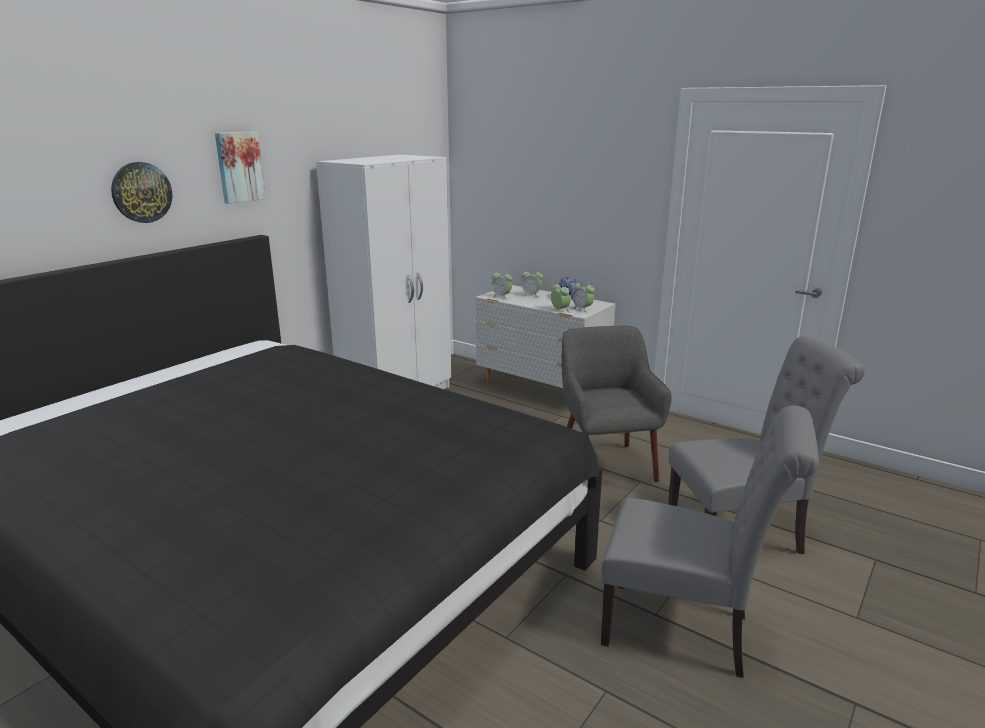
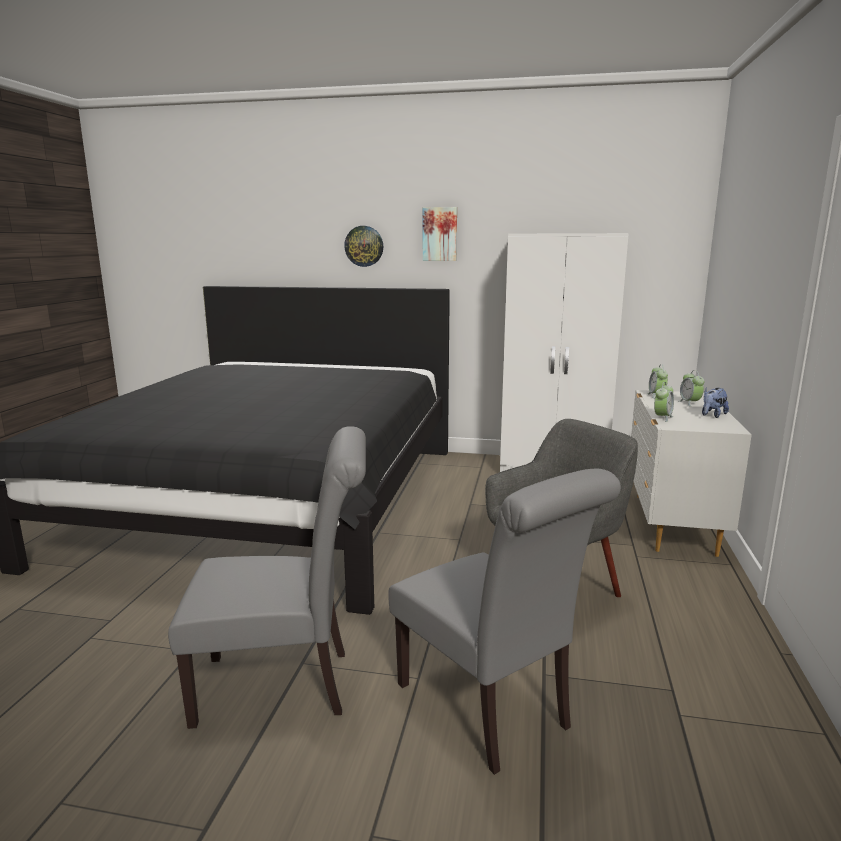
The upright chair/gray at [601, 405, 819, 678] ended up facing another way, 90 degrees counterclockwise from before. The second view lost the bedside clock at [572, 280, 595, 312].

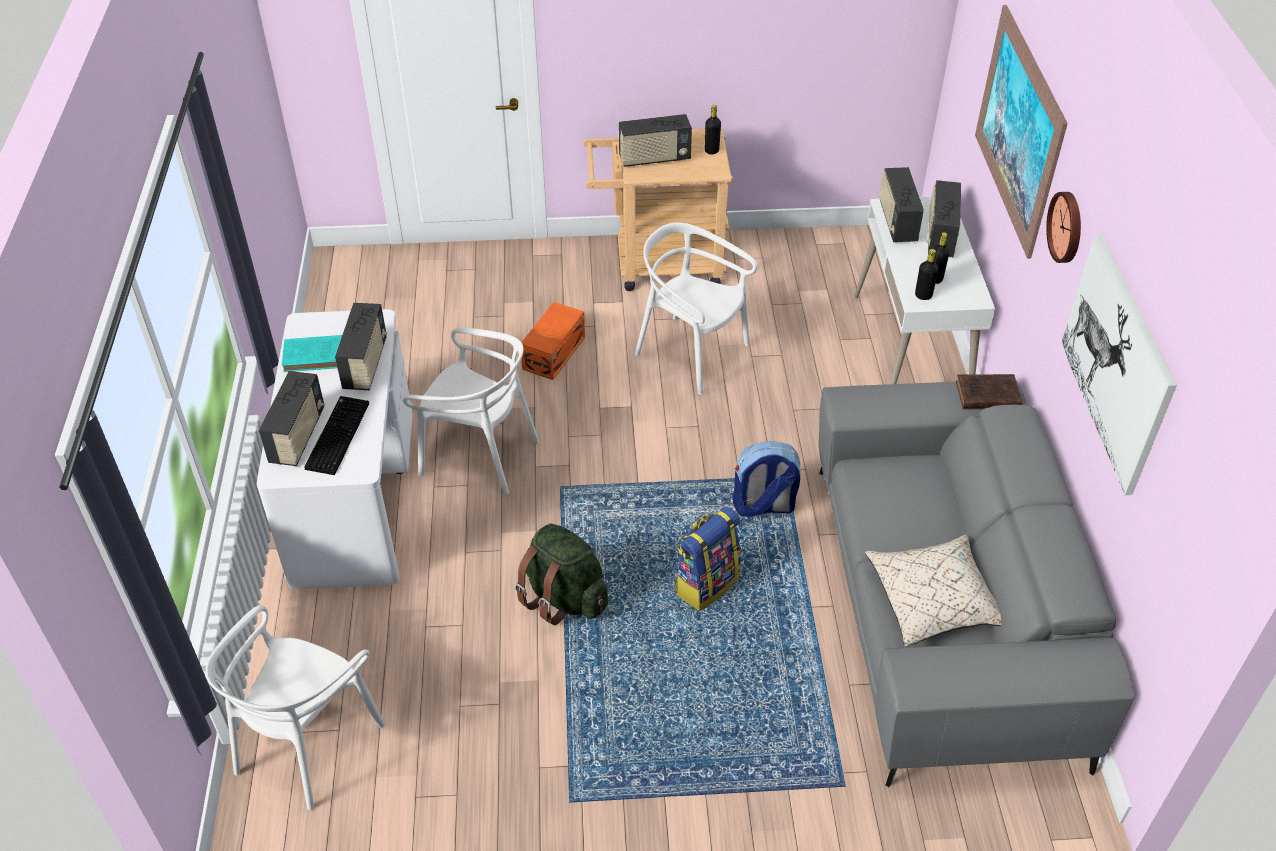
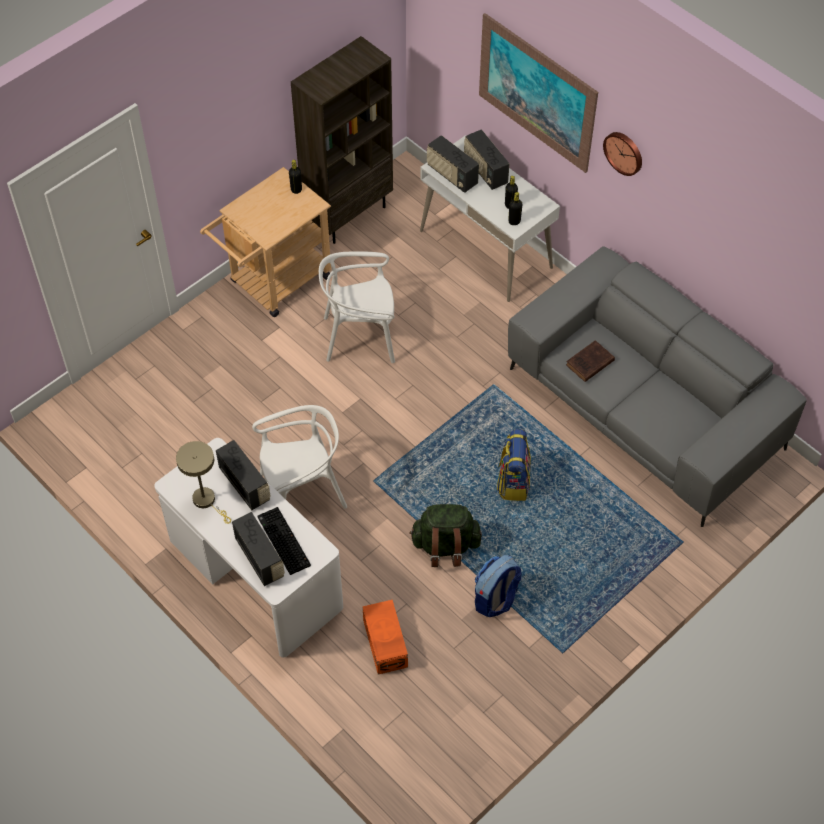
Where the book/turquoise-coloured stood at [282, 335, 342, 372], the lamp for a table/beige-coloured came to stand at [176, 441, 231, 524]. The second view gained the bookcase/brown-coloured at [291, 36, 393, 244]. The storage box/orange-coloured ended up elsewhere, having gone from [521, 302, 585, 380] to [363, 600, 408, 675]. The backpack ended up elsewhere, having gone from [733, 441, 801, 517] to [475, 555, 522, 617]. The book/brown-coloured ended up elsewhere, having gone from [956, 374, 1022, 409] to [566, 340, 615, 382]. The second view lost the upright chair/white at [206, 605, 385, 810]. The second view lost the radio at [619, 114, 692, 167]. The second view lost the cushion/beige-coloured at [865, 535, 1001, 647]. The second view lost the wall art at [1061, 234, 1177, 495].

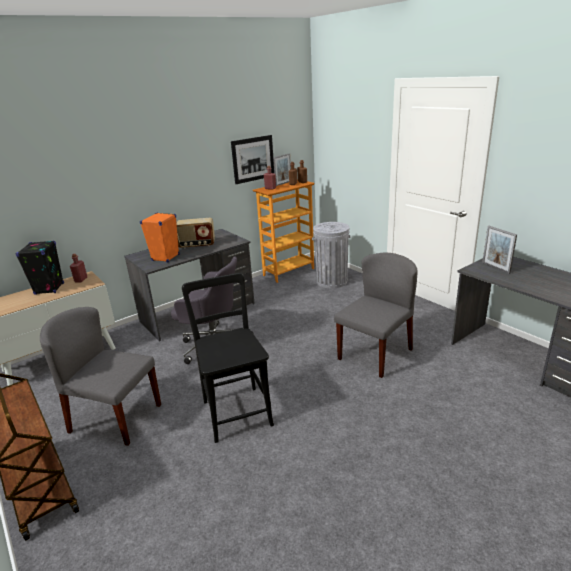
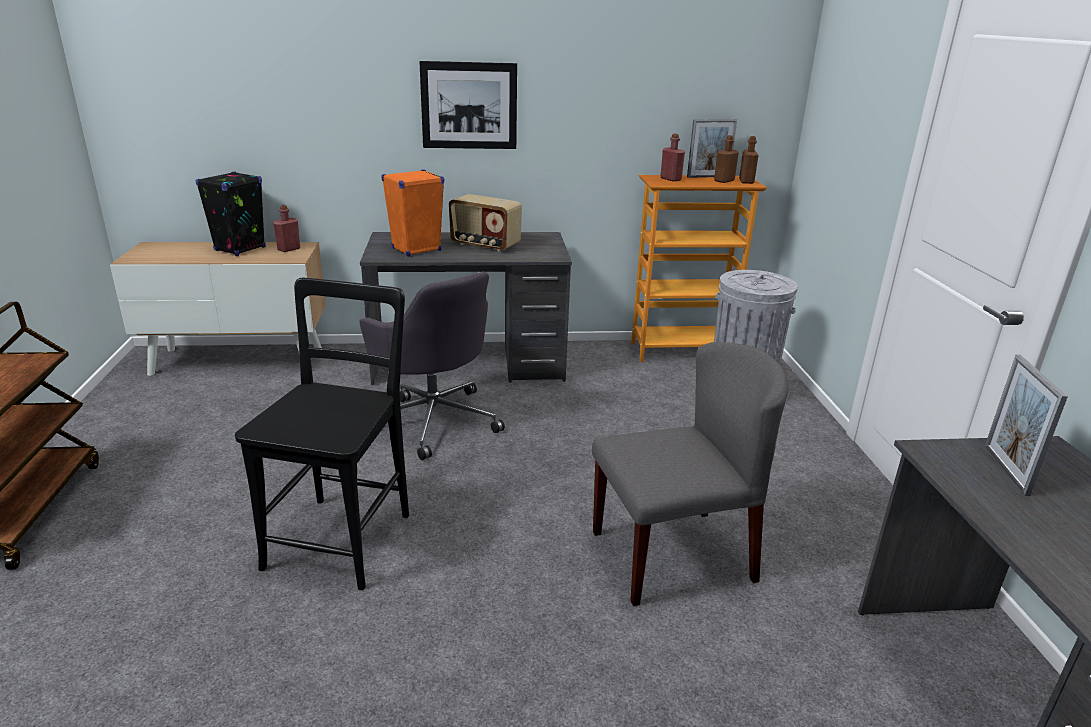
The wall art ended up elsewhere, having gone from [231, 135, 274, 184] to [419, 61, 517, 149]. The second view lost the upright chair/gray at [40, 307, 161, 446].

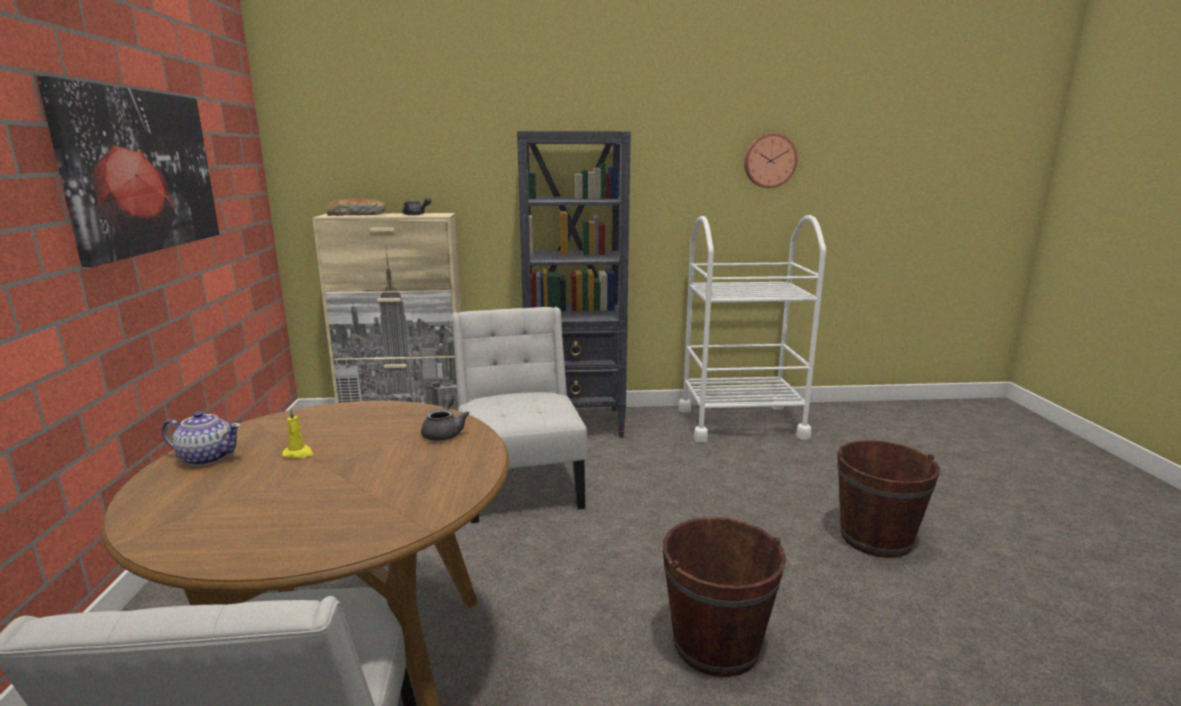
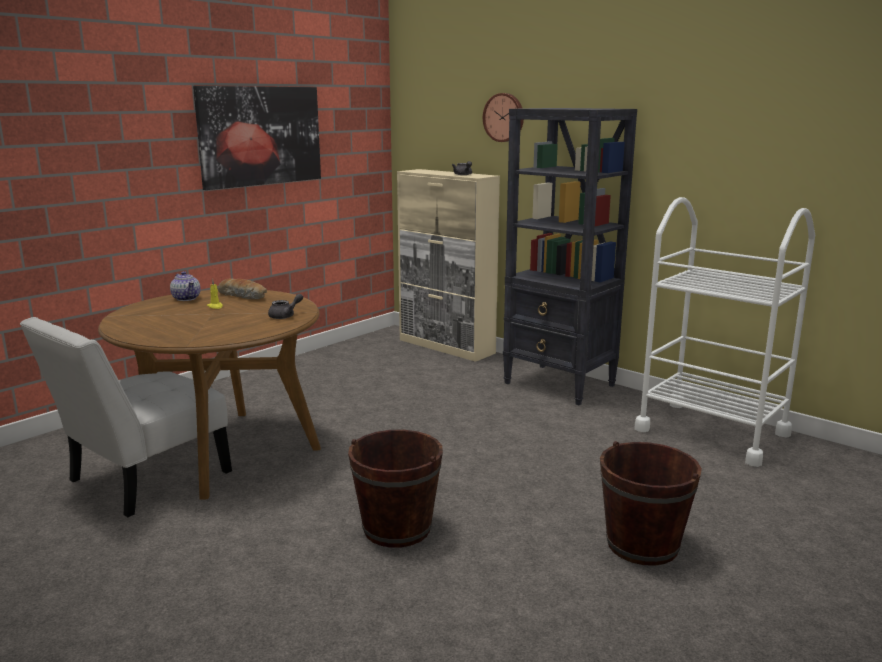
The baked bread ended up elsewhere, having gone from [327, 198, 386, 216] to [218, 278, 267, 300]. The hanging clock ended up elsewhere, having gone from [744, 133, 798, 188] to [483, 93, 524, 142]. The second view lost the upright chair/white at [452, 307, 587, 523].

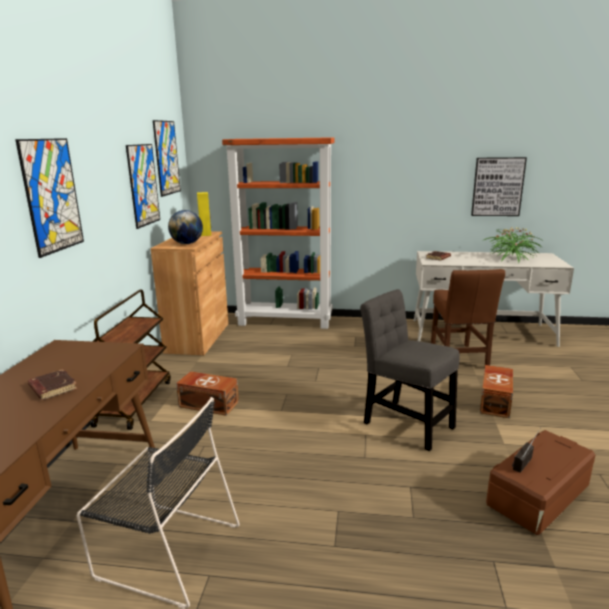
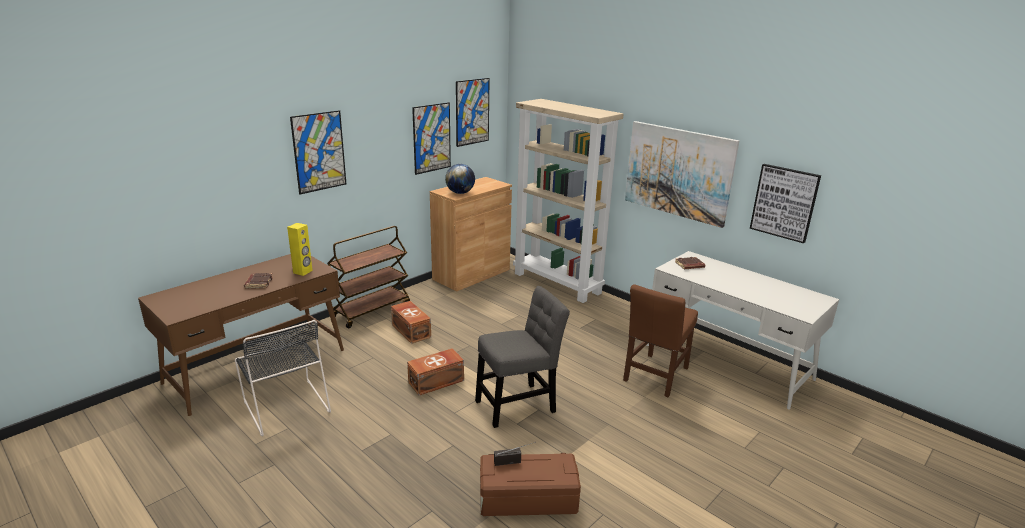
The loudspeaker/yellowish ended up elsewhere, having gone from [197, 192, 211, 236] to [287, 223, 313, 276]. The storage box/brown-coloured ended up elsewhere, having gone from [480, 365, 513, 418] to [407, 348, 464, 395]. The upright chair/gray at [360, 289, 460, 451] ended up facing another way, 75 degrees clockwise from before. What was the bookcase/orange-coloured at [222, 137, 334, 329] turned into the bookcase/beige-coloured at [513, 99, 624, 303]. The second view gained the wall art at [625, 121, 739, 228]. The second view lost the houseplant at [482, 227, 543, 263].

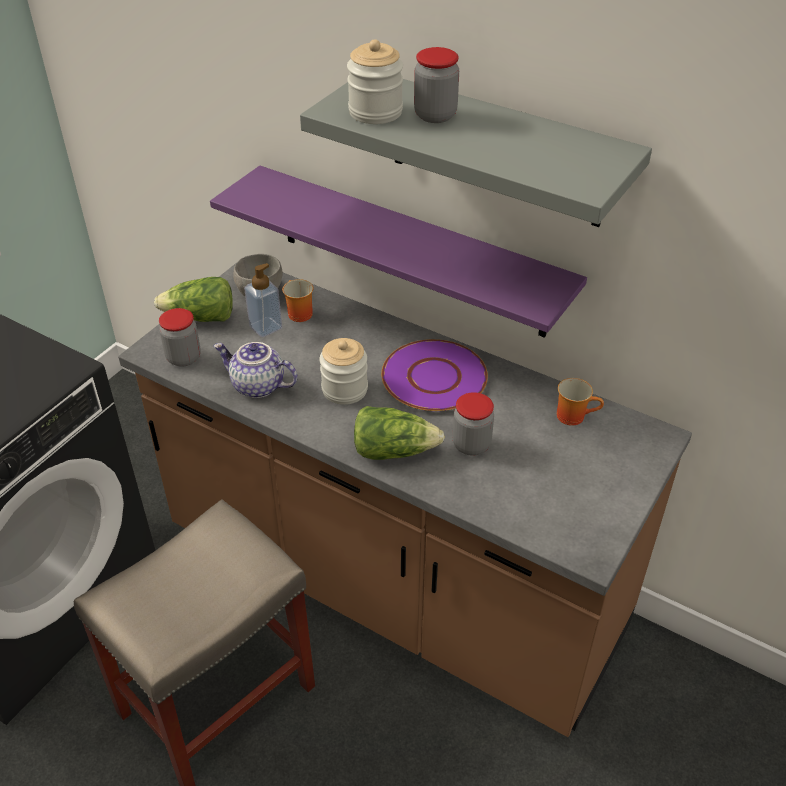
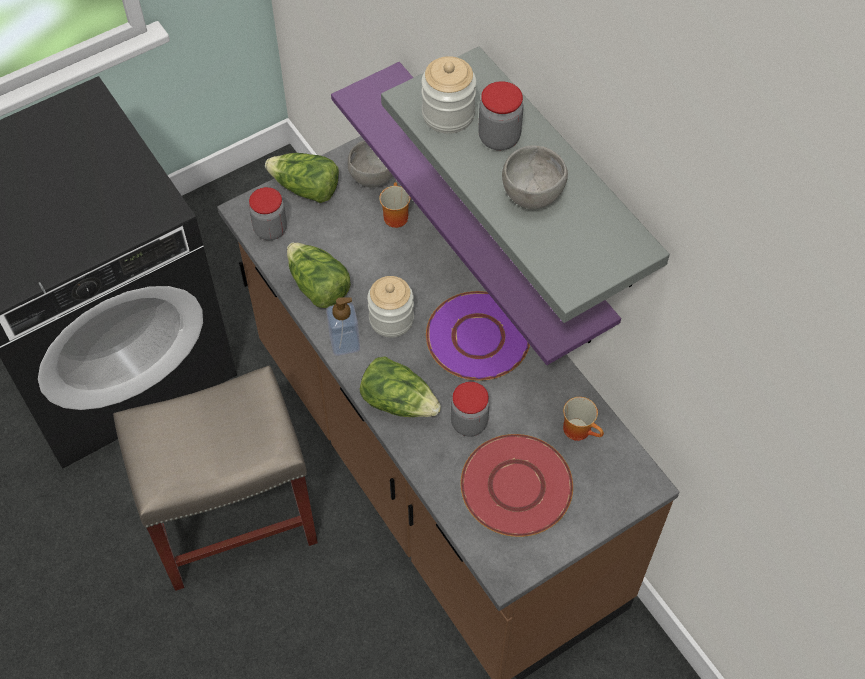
Where the teapot stood at [214, 342, 298, 398], the lettuce came to stand at [287, 242, 351, 308]. The soap dispenser ended up elsewhere, having gone from [244, 263, 282, 337] to [326, 297, 360, 356]. The second view gained the flat dish/red-coloured at [460, 434, 573, 537]. The second view gained the bowl/gray at [502, 146, 568, 209].

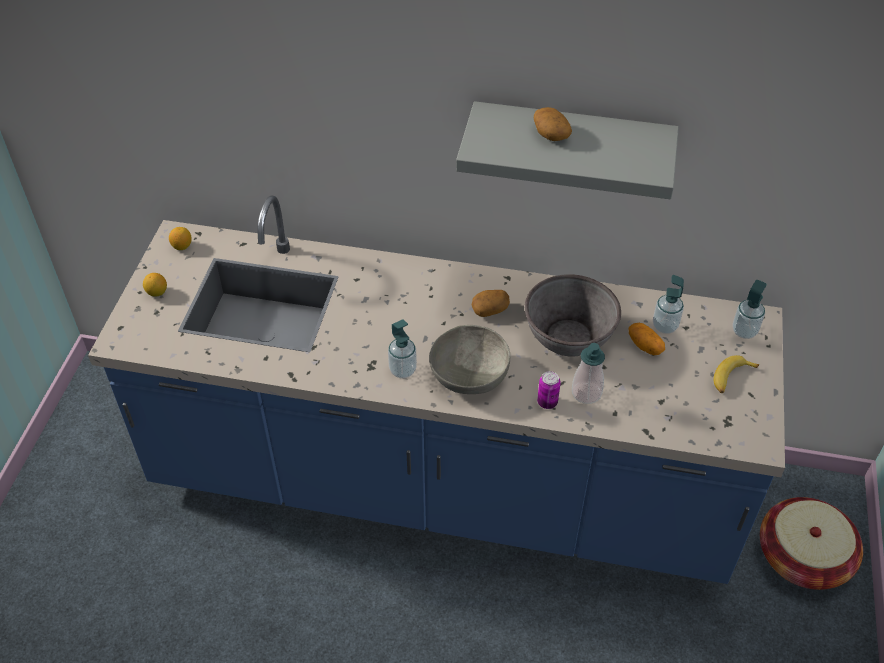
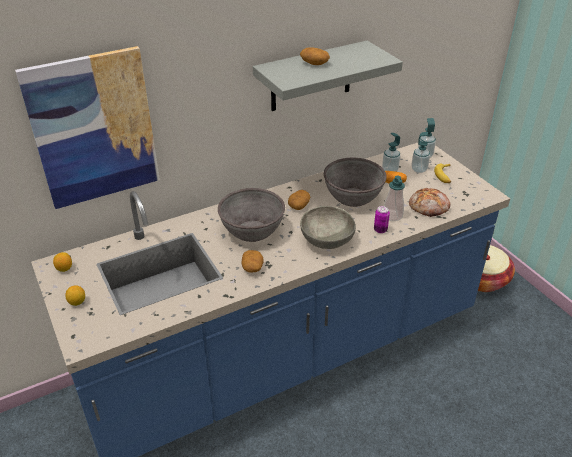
The second view gained the wall art at [15, 46, 160, 209]. The second view gained the bowl/gray at [218, 188, 285, 242]. The second view gained the whole potato at [242, 250, 264, 273]. The second view gained the baked bread at [409, 188, 451, 217]. The soap dispenser ended up elsewhere, having gone from [388, 319, 417, 378] to [411, 132, 430, 173].

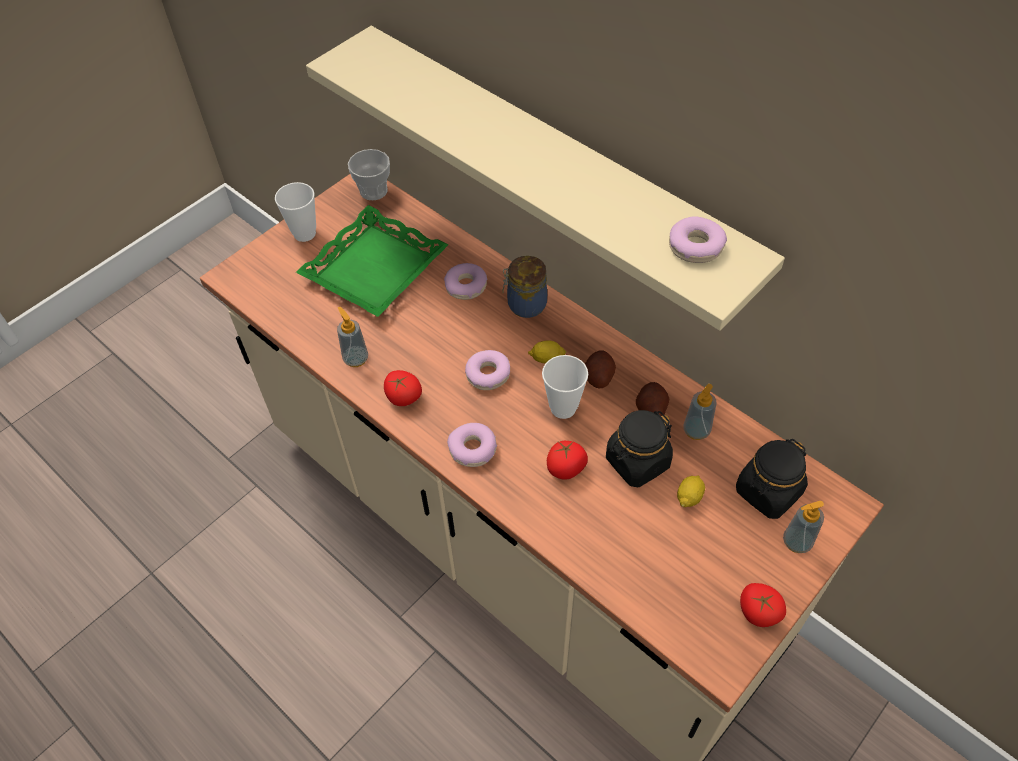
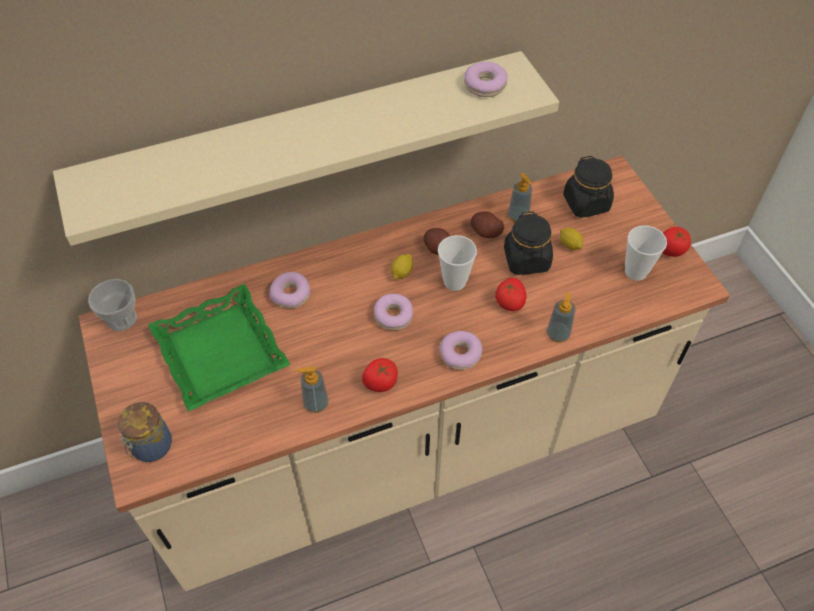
The preserve jar ended up elsewhere, having gone from [502, 256, 547, 318] to [118, 402, 172, 462]. The soap dispenser ended up elsewhere, having gone from [783, 501, 824, 553] to [547, 292, 576, 342]. The small cup ended up elsewhere, having gone from [275, 182, 316, 242] to [625, 225, 667, 281].

